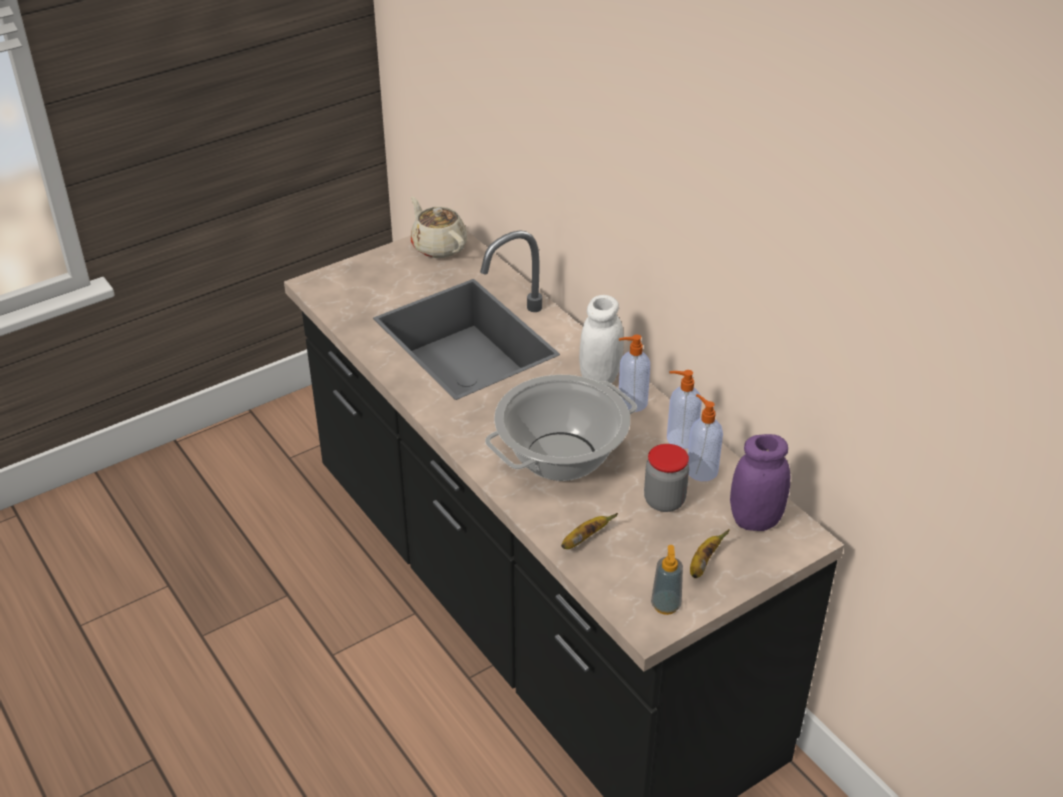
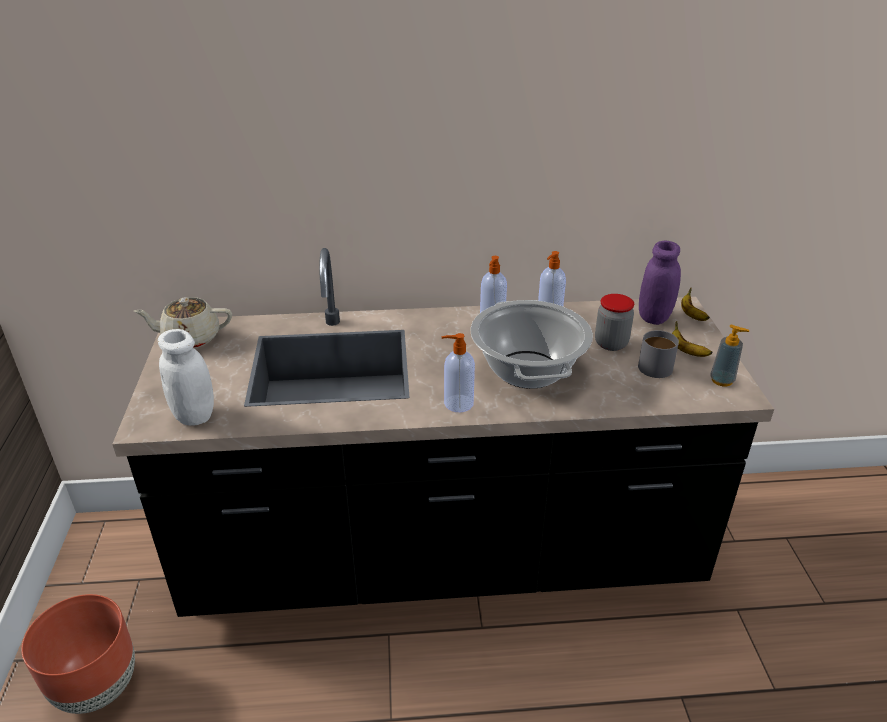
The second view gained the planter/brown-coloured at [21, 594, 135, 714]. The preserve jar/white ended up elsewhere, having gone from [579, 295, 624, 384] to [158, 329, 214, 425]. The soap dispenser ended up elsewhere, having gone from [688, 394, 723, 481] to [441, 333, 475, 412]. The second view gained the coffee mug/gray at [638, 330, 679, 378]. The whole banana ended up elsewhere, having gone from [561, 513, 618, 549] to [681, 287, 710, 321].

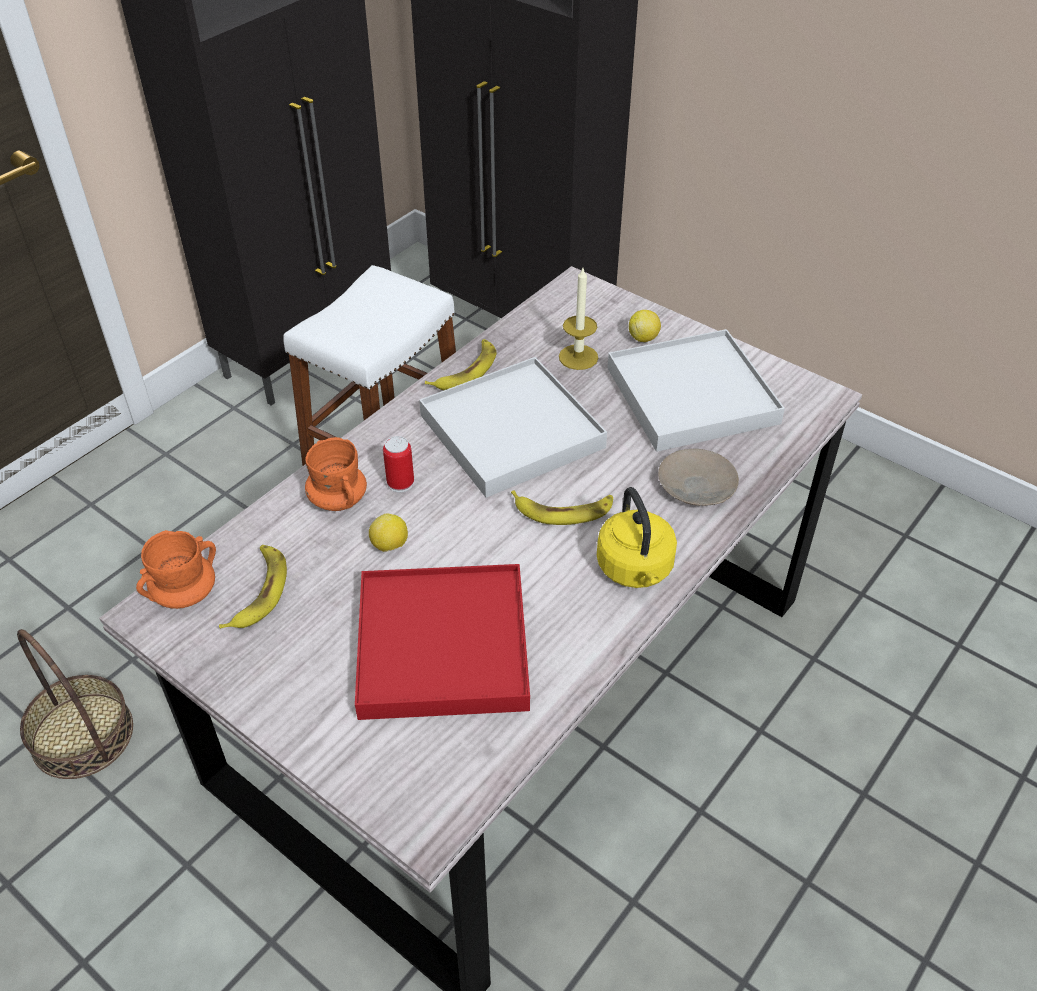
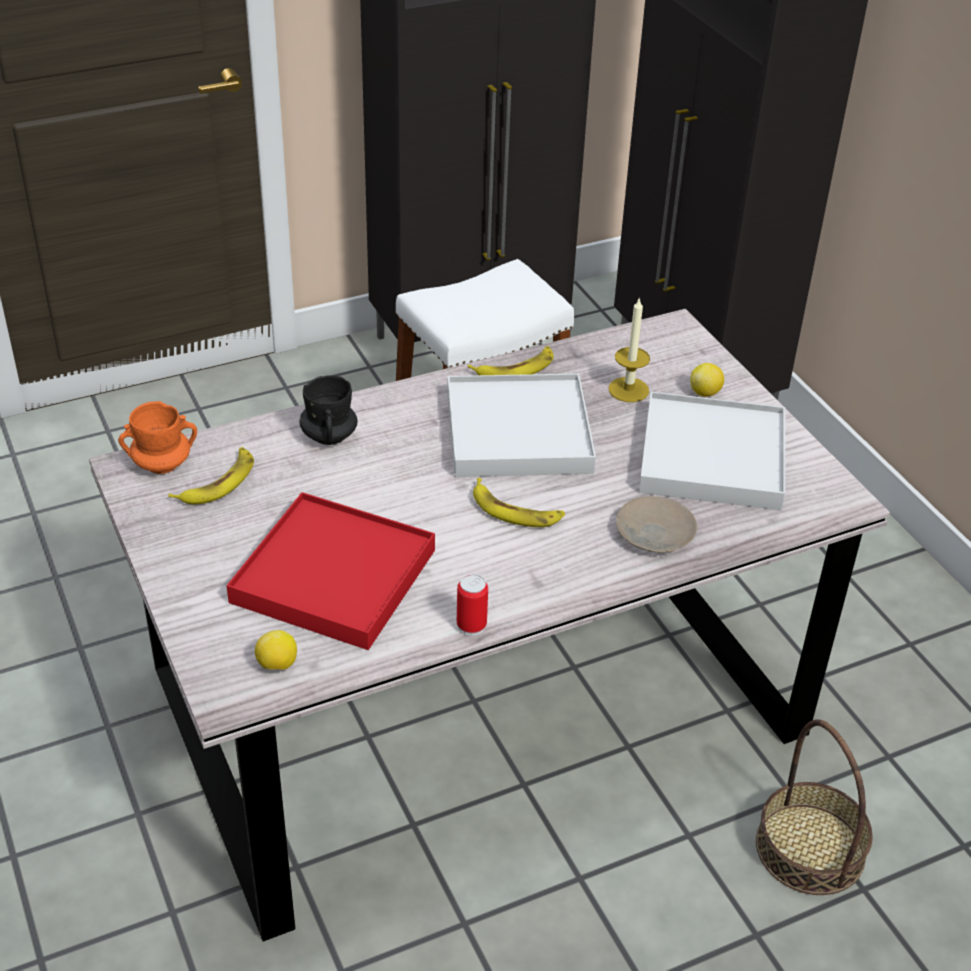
The citrus fruit ended up elsewhere, having gone from [369, 514, 408, 552] to [255, 630, 297, 670]. What was the coffee mug/orange-coloured at [305, 437, 367, 511] turned into the coffee mug/blackish at [300, 375, 357, 445]. The metal can ended up elsewhere, having gone from [383, 436, 414, 493] to [457, 574, 488, 636]. The household basket ended up elsewhere, having gone from [17, 629, 133, 779] to [756, 719, 873, 895]. The second view lost the tea kettle/yellowish at [597, 487, 677, 588].

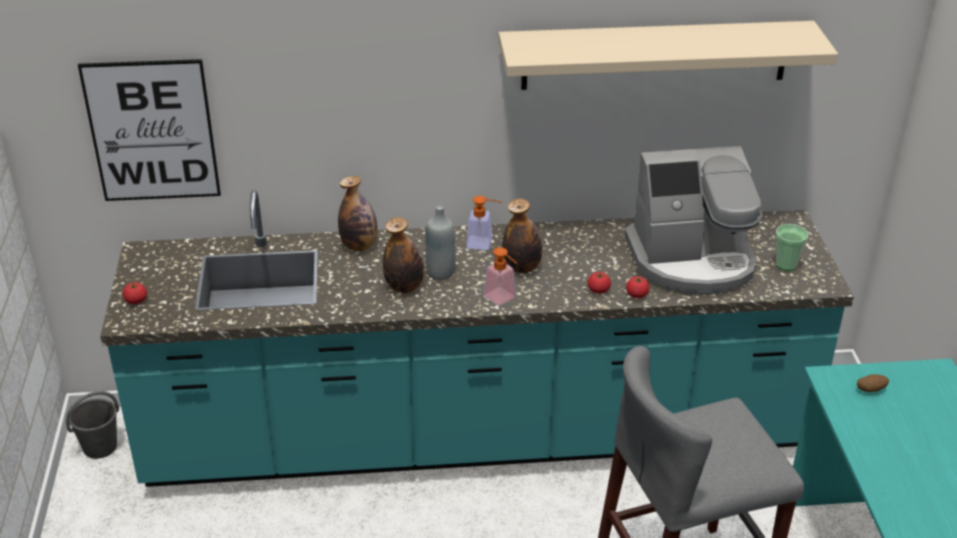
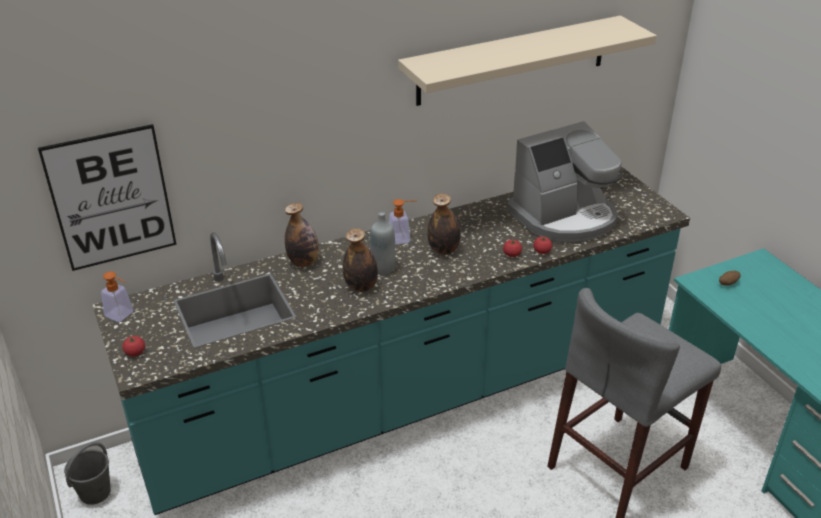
The soap dispenser ended up elsewhere, having gone from [483, 247, 517, 306] to [101, 272, 133, 322]. The second view lost the small cup at [776, 224, 808, 271].

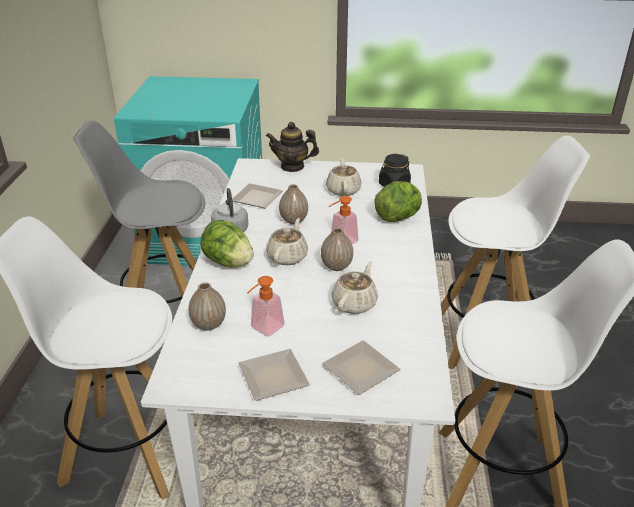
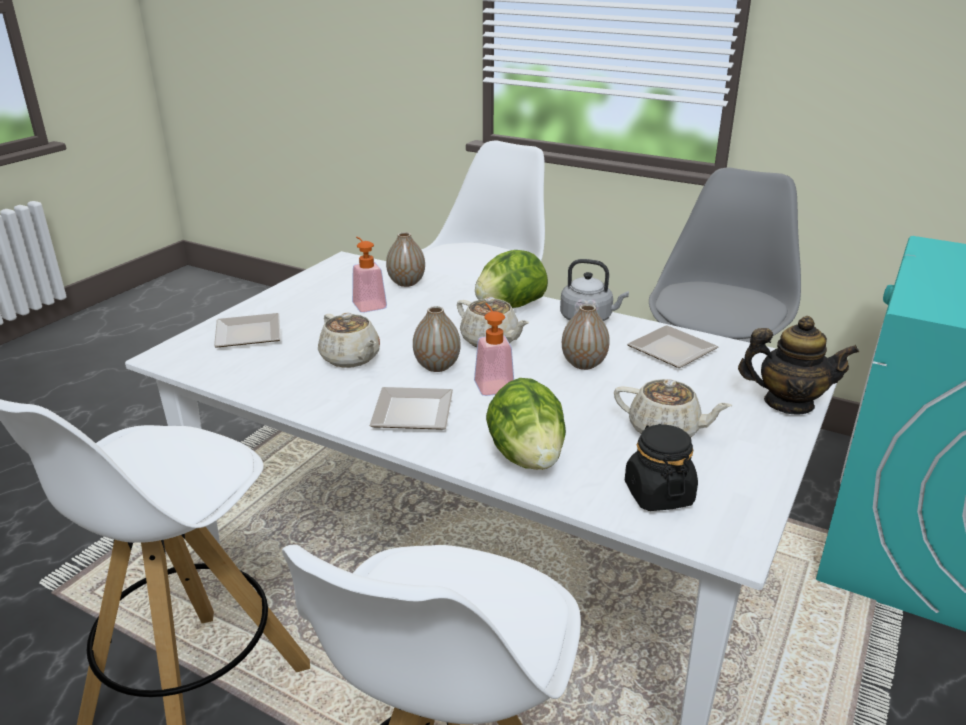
The flat dish ended up elsewhere, having gone from [239, 349, 310, 401] to [369, 387, 453, 430]. The teapot at [266, 122, 319, 172] ended up facing another way, 75 degrees clockwise from before.

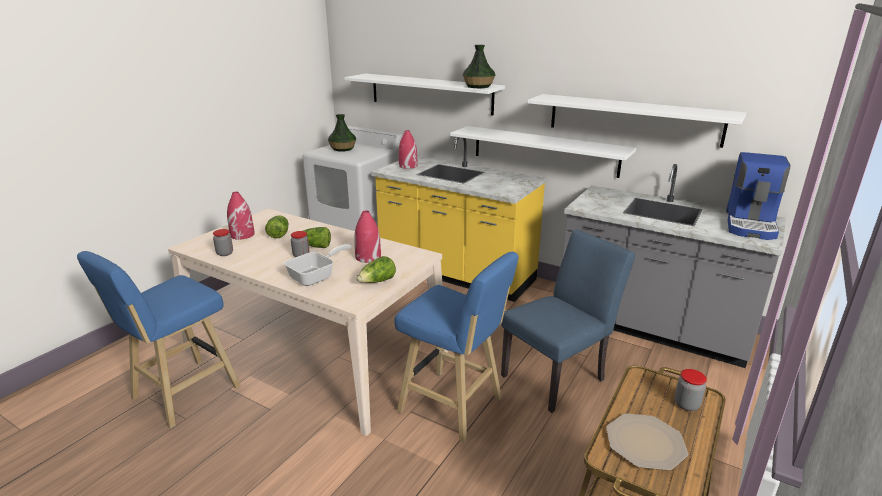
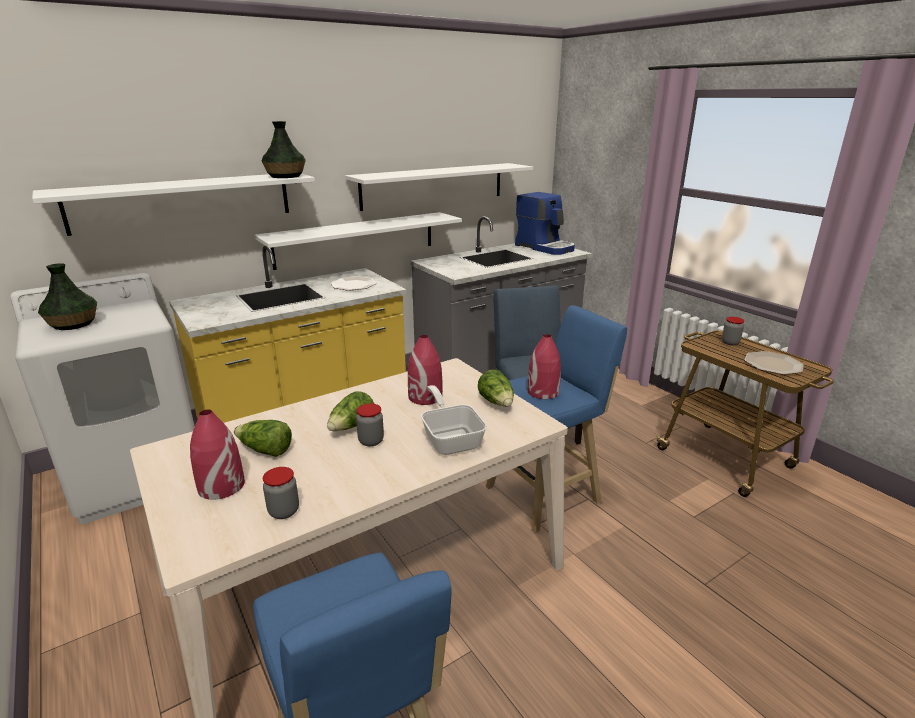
The second view gained the flat dish at [331, 276, 376, 291]. The vase/red-coloured ended up elsewhere, having gone from [399, 130, 417, 169] to [527, 334, 561, 399].

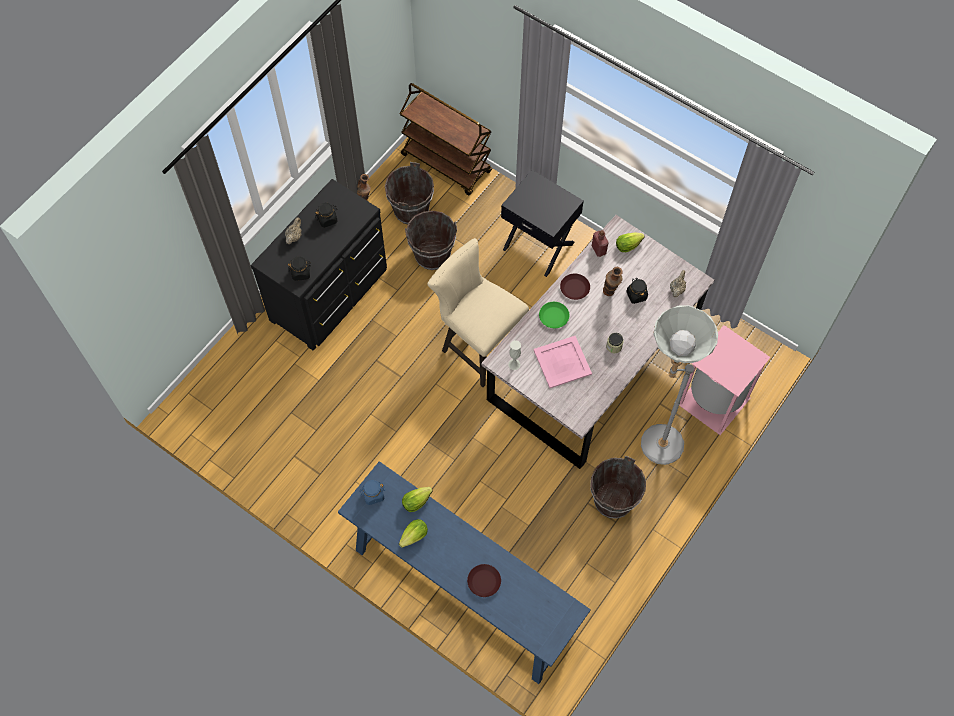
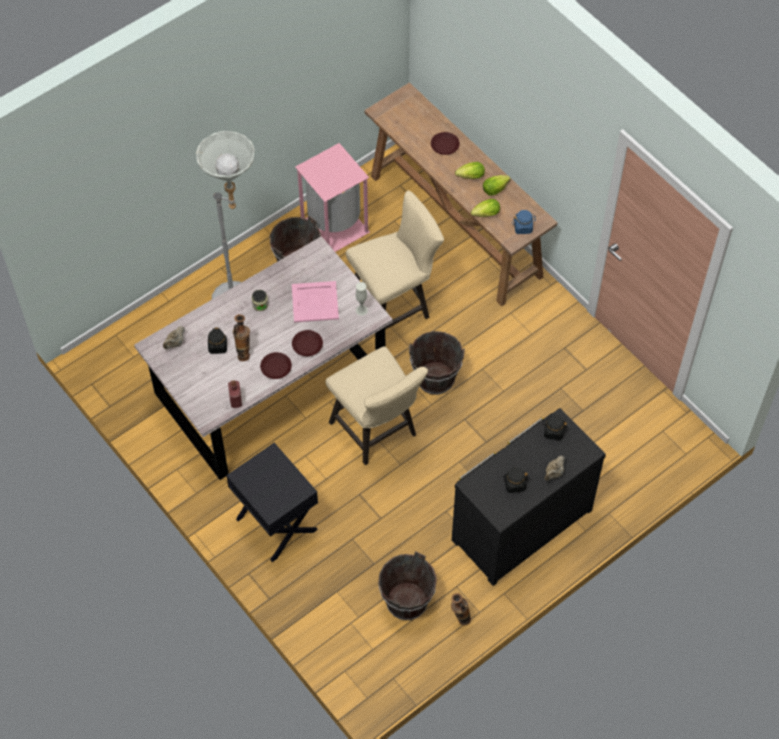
What was the flat dish/greenish at [539, 302, 569, 328] turned into the flat dish/brown-coloured at [292, 330, 323, 356]. The waste bin/pinkish ended up elsewhere, having gone from [679, 325, 770, 435] to [295, 143, 370, 252]. The second view gained the stool/beige-coloured at [346, 190, 444, 329]. What was the console table/blue-coloured at [338, 461, 591, 684] turned into the console table/brown-coloured at [364, 82, 558, 306]. The water bucket/brown-coloured ended up elsewhere, having gone from [405, 211, 457, 270] to [409, 331, 465, 395]. The lettuce ended up elsewhere, having gone from [616, 233, 645, 252] to [455, 162, 485, 179]. The second view lost the trolley/brown-coloured at [400, 83, 492, 195].

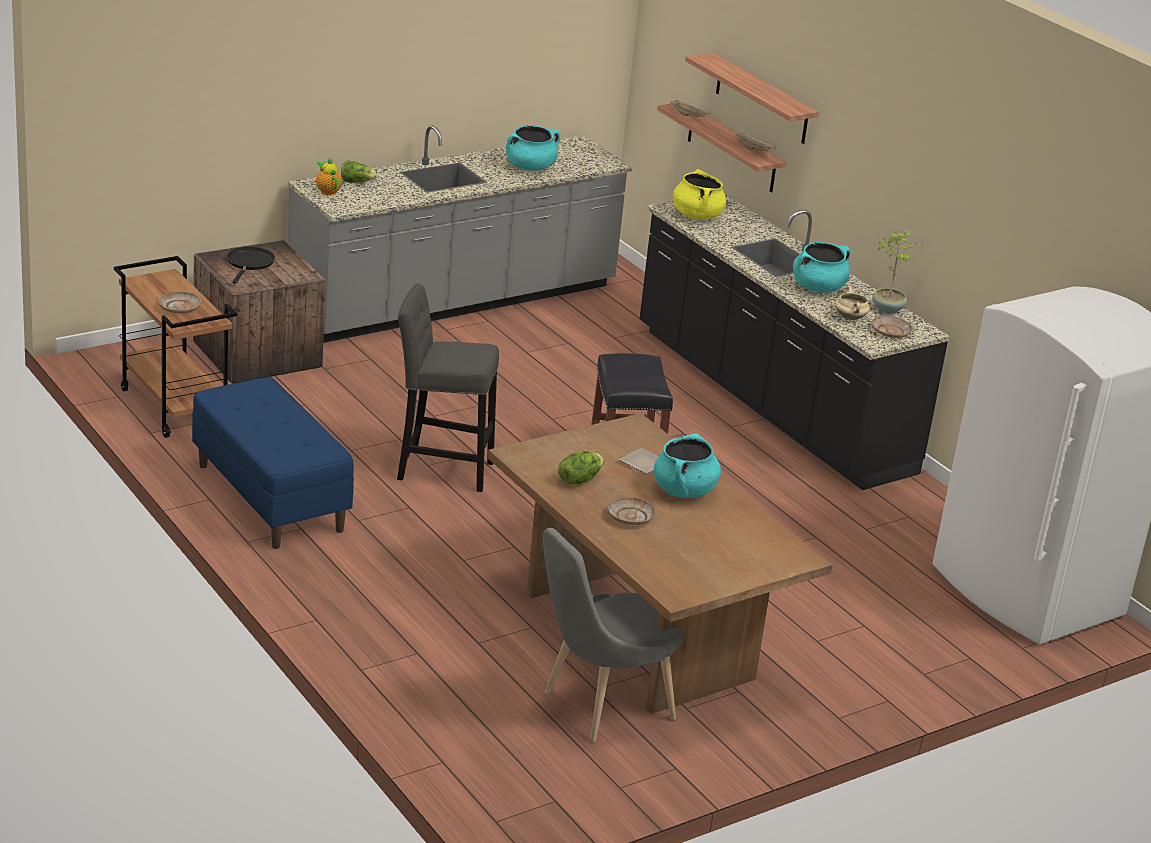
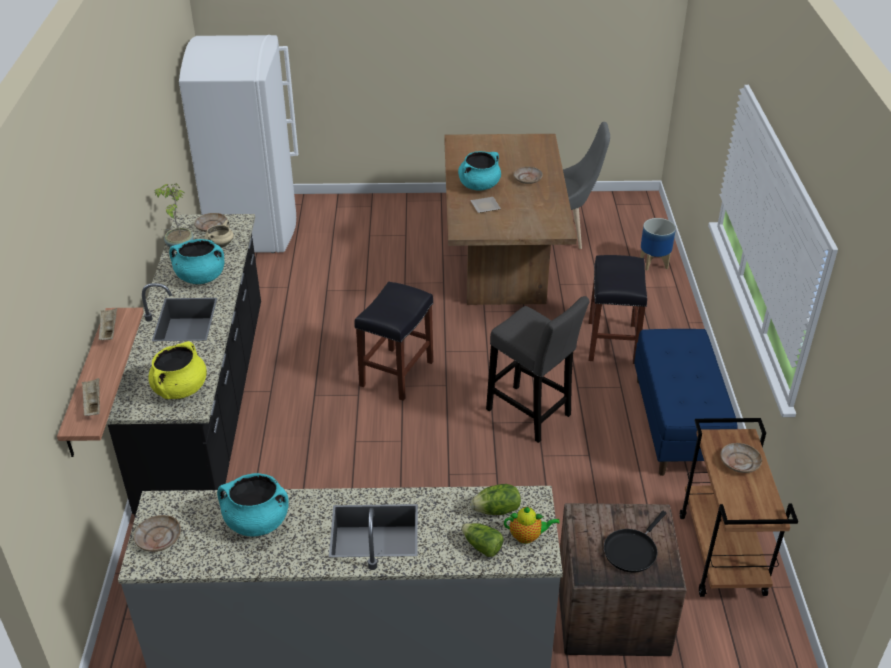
The second view gained the flat dish/beige-coloured at [134, 515, 181, 552]. The lettuce ended up elsewhere, having gone from [558, 451, 604, 485] to [470, 484, 521, 515]. The teapot at [316, 158, 342, 196] ended up facing another way, 90 degrees counterclockwise from before. The second view gained the stool/blackish at [589, 255, 647, 364]. The second view gained the planter at [640, 218, 676, 270]. The second view lost the wall shelf at [685, 53, 819, 144].

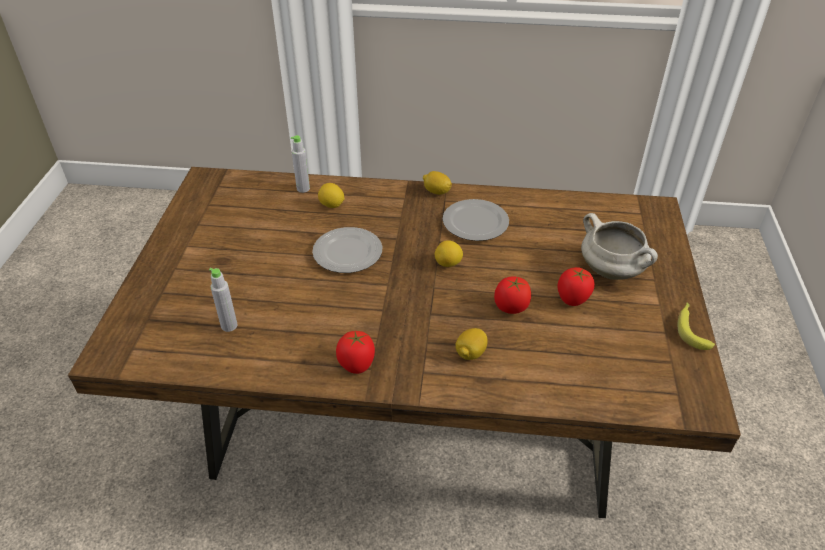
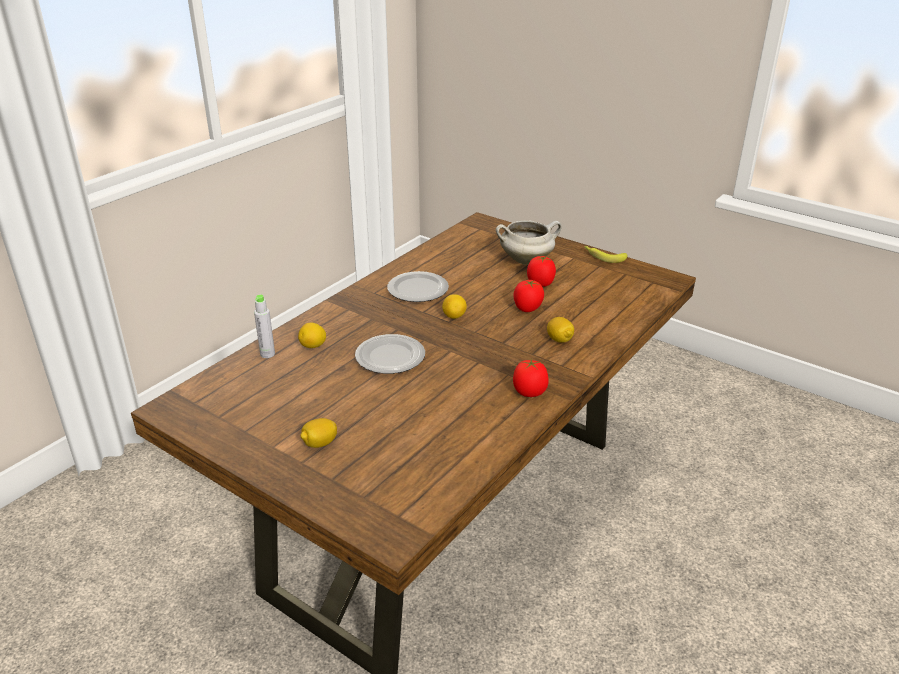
The citrus fruit ended up elsewhere, having gone from [423, 171, 452, 195] to [300, 418, 337, 448]. The second view lost the drink bottle/gray at [209, 268, 237, 332].

